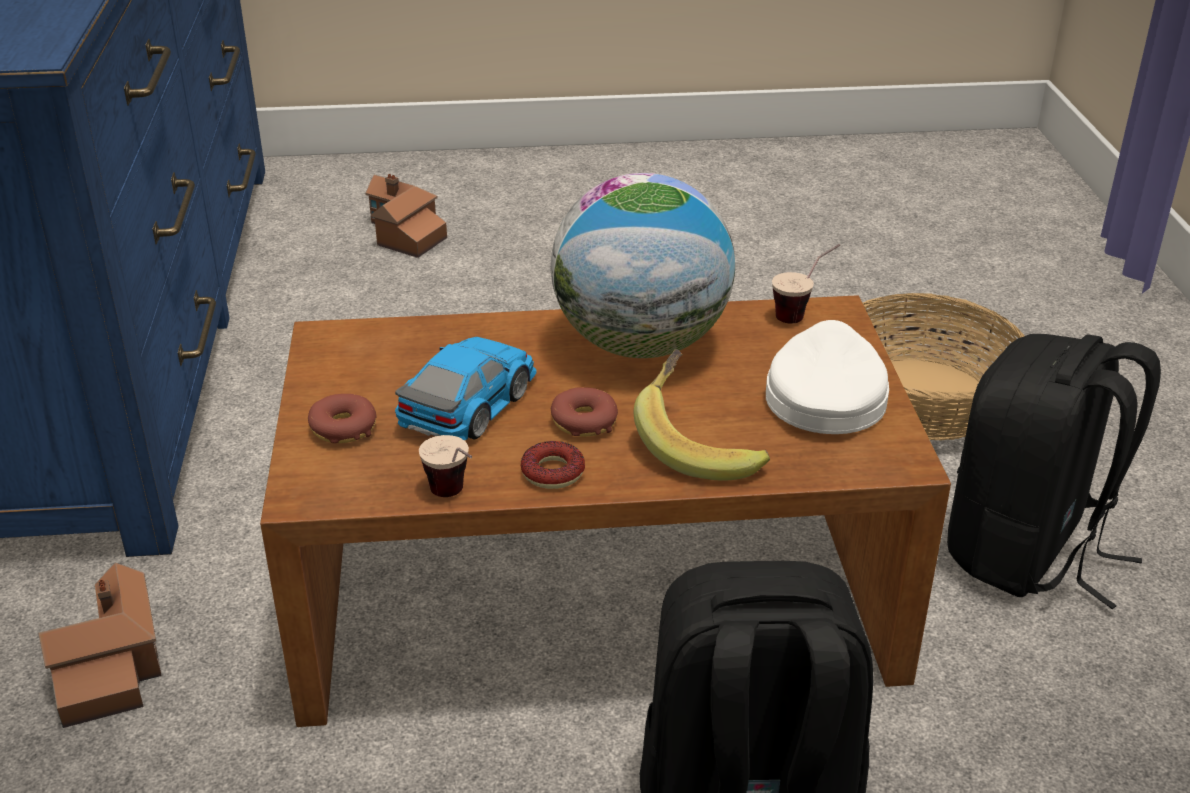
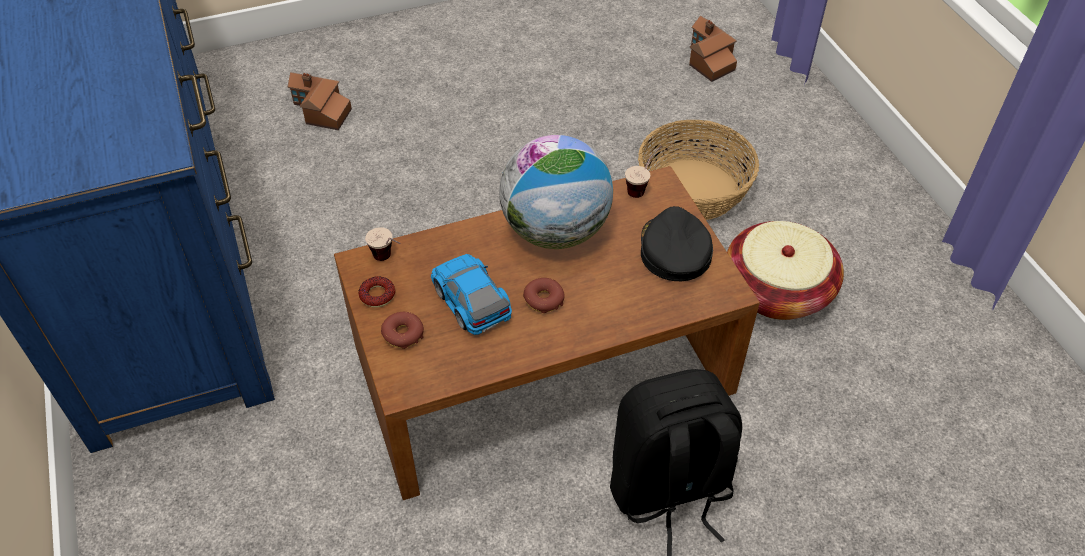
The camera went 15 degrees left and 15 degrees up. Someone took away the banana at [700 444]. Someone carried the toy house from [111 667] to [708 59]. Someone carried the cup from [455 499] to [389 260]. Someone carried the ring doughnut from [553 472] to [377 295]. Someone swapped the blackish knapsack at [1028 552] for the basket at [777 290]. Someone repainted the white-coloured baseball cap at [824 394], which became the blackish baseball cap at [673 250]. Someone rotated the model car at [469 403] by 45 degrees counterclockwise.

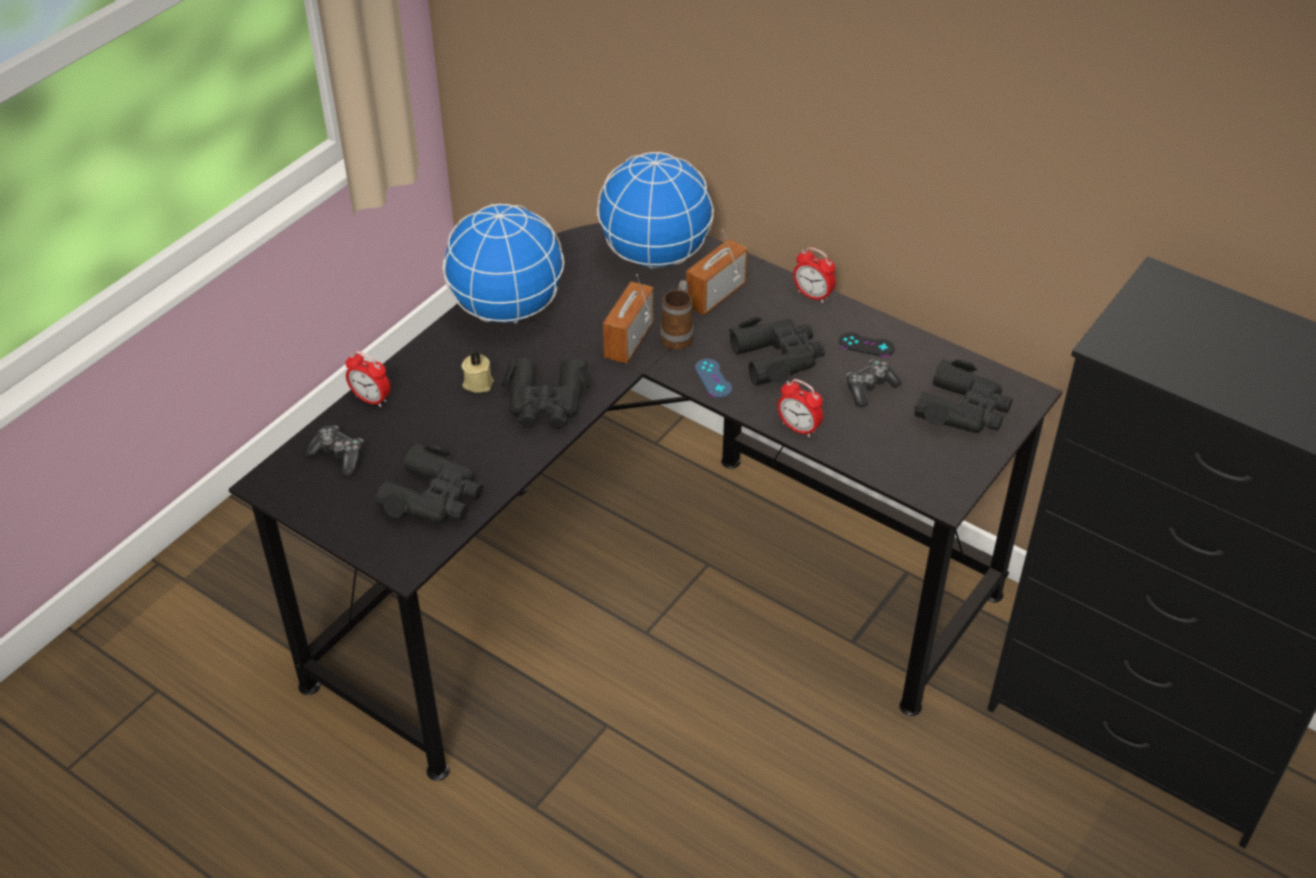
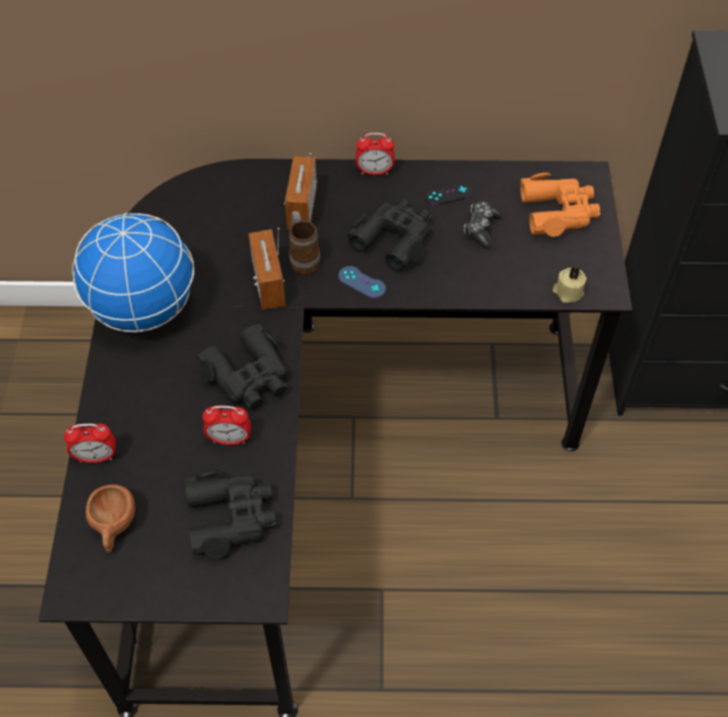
The camera went 35 degrees left and 10 degrees up. Someone took away the desk globe at [656 256]. Someone carried the beige wax candle from [477 382] to [567 292]. Someone carried the table clock from [798 428] to [229 439]. Someone swapped the joypad at [339 456] for the brown cup at [114 527]. Someone repainted the blackish field glasses at [963 409], which became the orangey field glasses at [558 211].

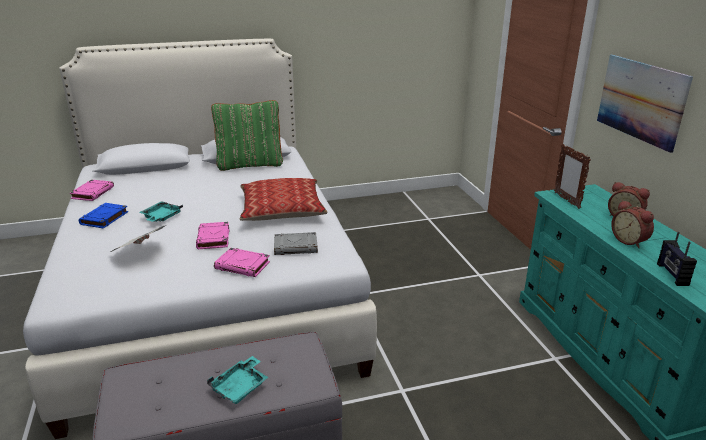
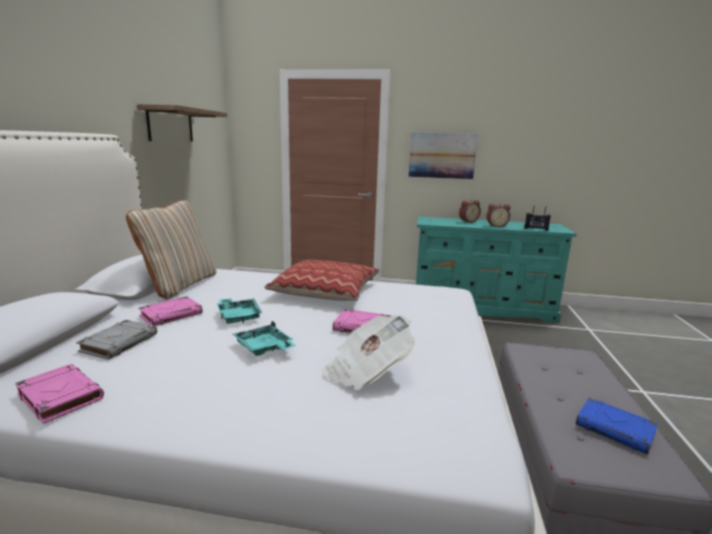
The camera went 65 degrees left and 10 degrees down. Someone took away the picture frame at [566 200]. Someone put up the wall shelf at [170 125]. Someone carried the blue bound book from [104 218] to [615 429]. Someone carried the turquoise-coloured tray from [240 387] to [238 316]. Someone carried the pinkish bound book from [243 266] to [171 315]. Someone carried the grey bound book from [296 247] to [119 343]. Someone repainted the green throw pillow at [250 164], which became the beige throw pillow at [179 285].

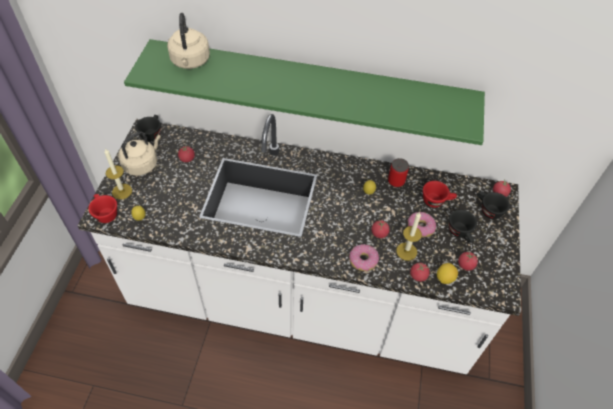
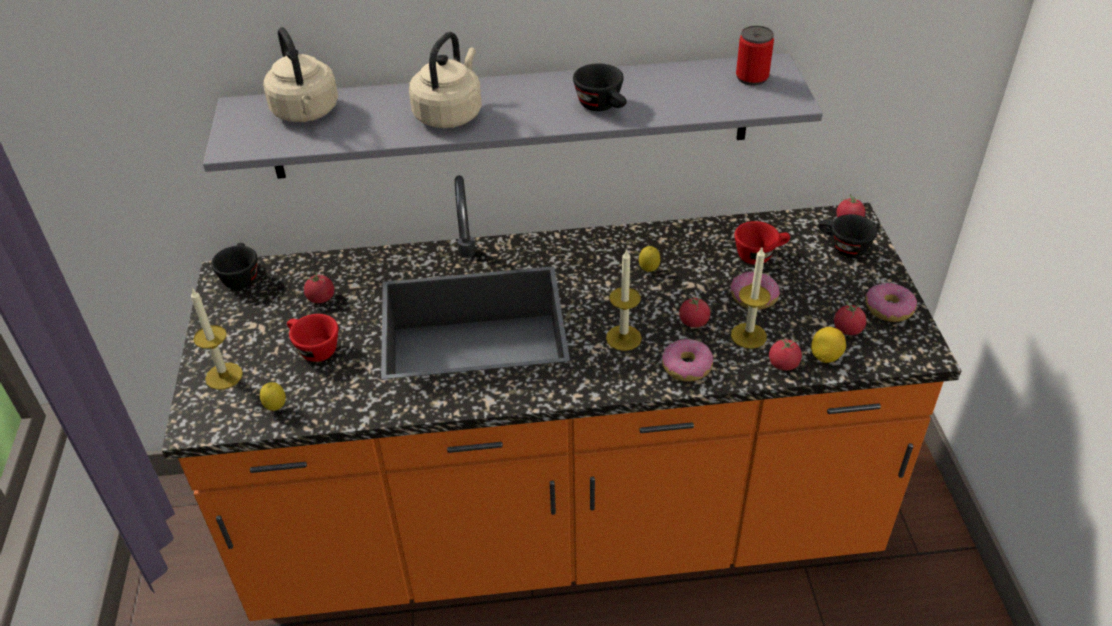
The camera went 15 degrees left and 10 degrees down. Someone put down the wax candle at [623 338]. Someone put down the ring doughnut at [889 309]. Someone carried the red cup from [105 213] to [313 349]. Someone carried the beige water kettle from [142 164] to [450 114]. Someone carried the sealed can from [396 181] to [752 78]. Someone carried the blackish cup from [461 233] to [603 107]. Someone repainted the white-coloured counter at [302 299], which became the orangey counter at [562 525]. Someone repainted the green wall shelf at [311 86], which became the grey wall shelf at [511 117].

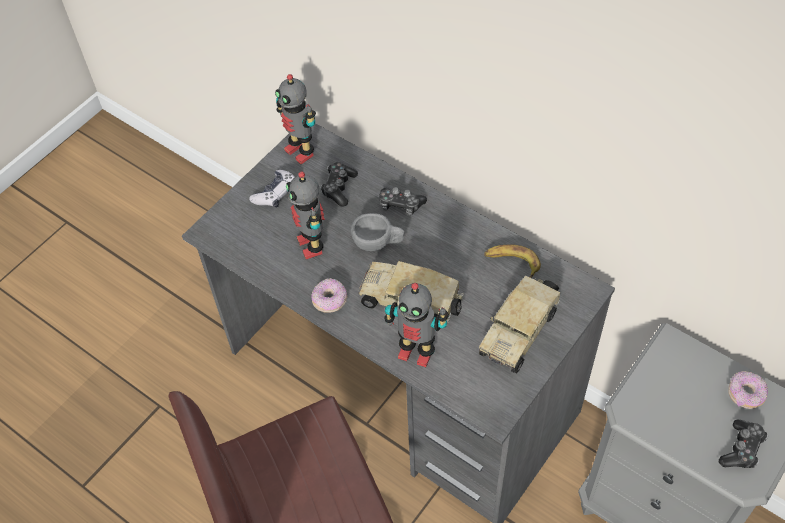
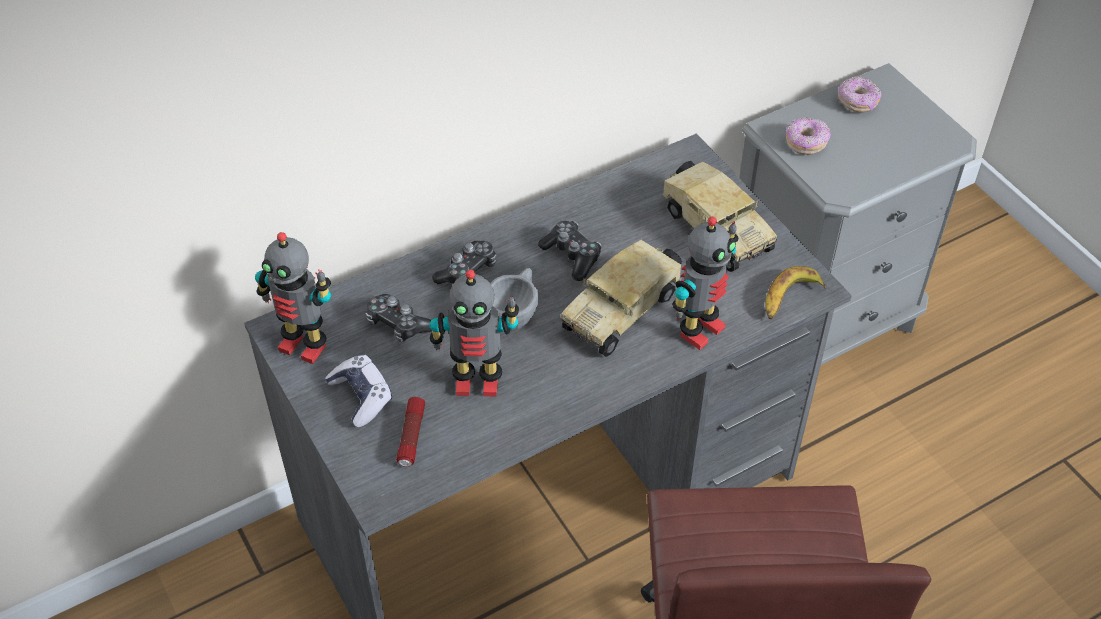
The camera went 70 degrees left and 5 degrees down. Someone put down the torch at [411 437]. Someone carried the ring doughnut from [330 300] to [806 143]. Someone carried the banana from [512 262] to [789 298]. Someone carried the joypad from [742 449] to [572 255]. Someone rotated the robot figure at [301 151] by 45 degrees clockwise.

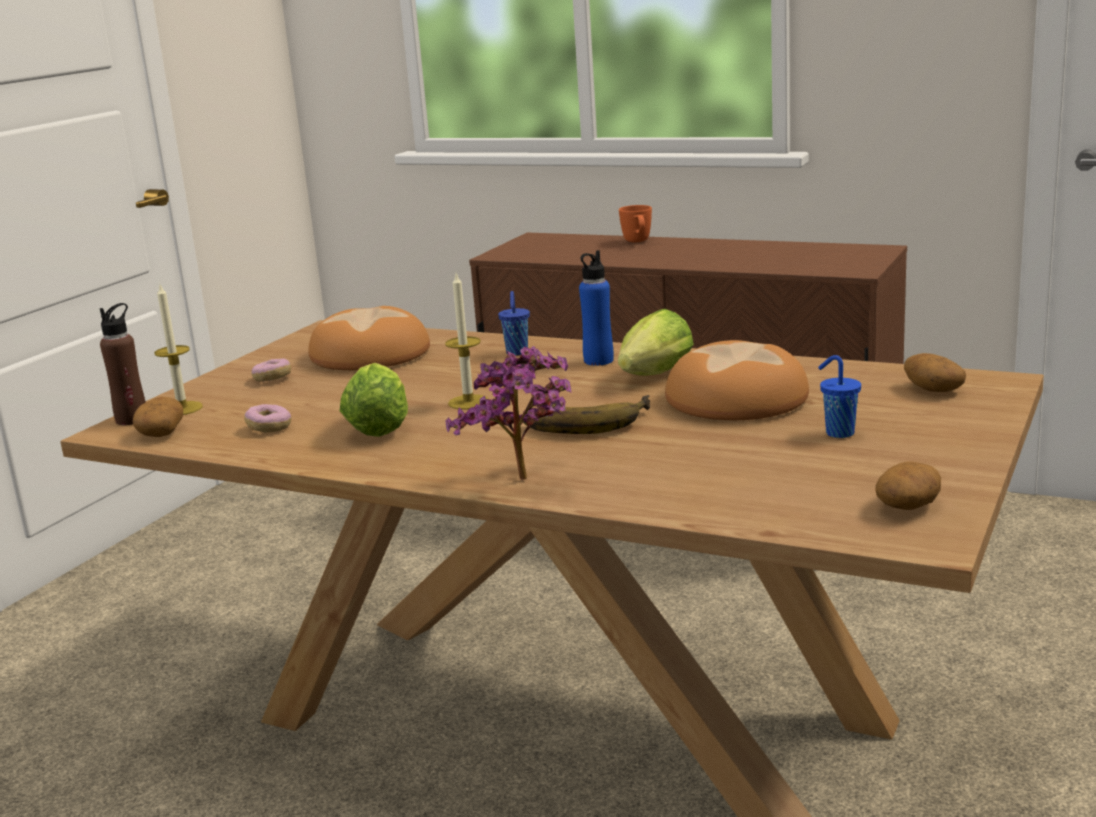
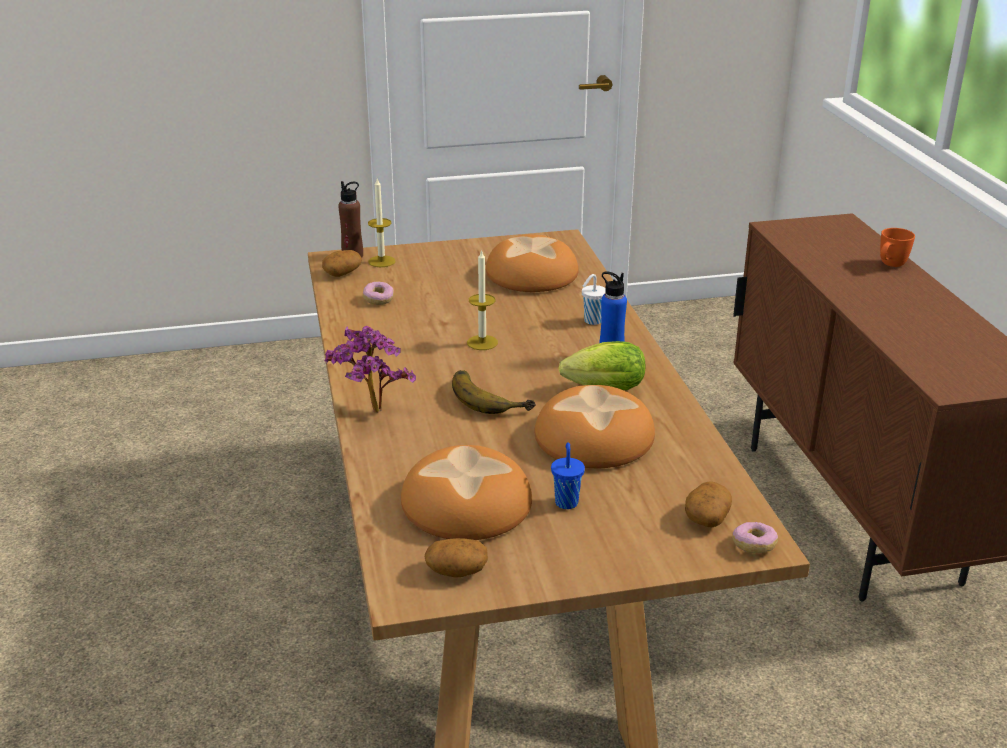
The camera went 50 degrees right and 10 degrees up. Someone took away the head of lettuce at [379 426]. Someone put down the bakery bread at [468 503]. Someone carried the ring doughnut from [272 379] to [754 545]. Someone repainted the blue cup at [517 353], which became the white-coloured cup at [592 321].

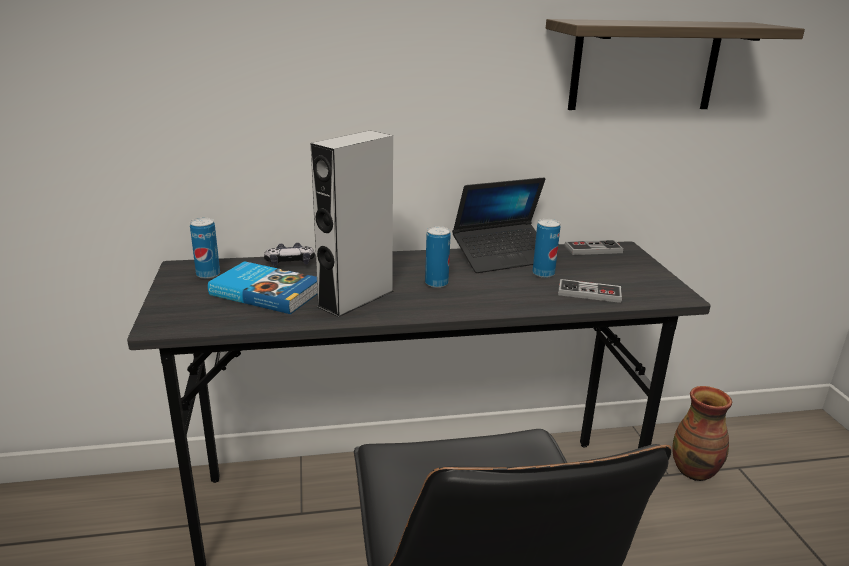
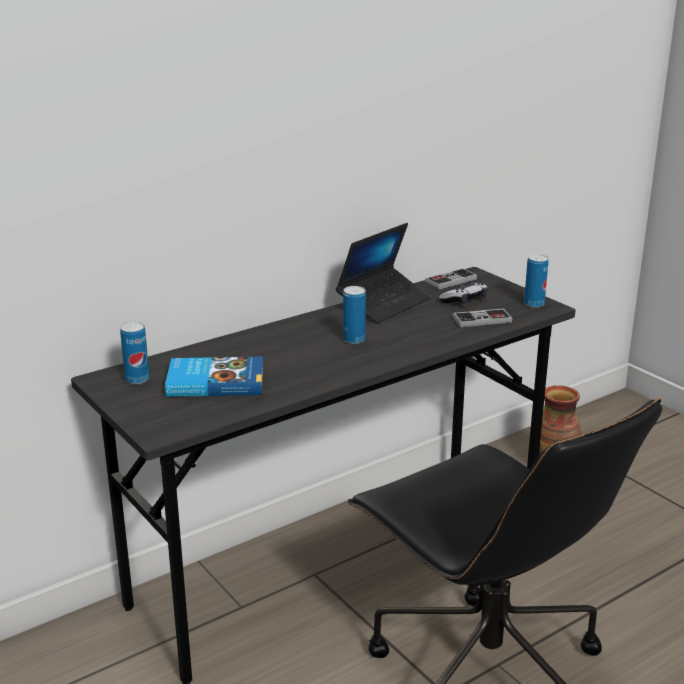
The camera went 25 degrees left and 0 degrees up. Someone took away the grey audio speaker at [356 299]. Someone took away the wall shelf at [644 66]. Someone carried the joypad from [290 263] to [464 300]. Someone carried the sealed can from [543 273] to [534 304].

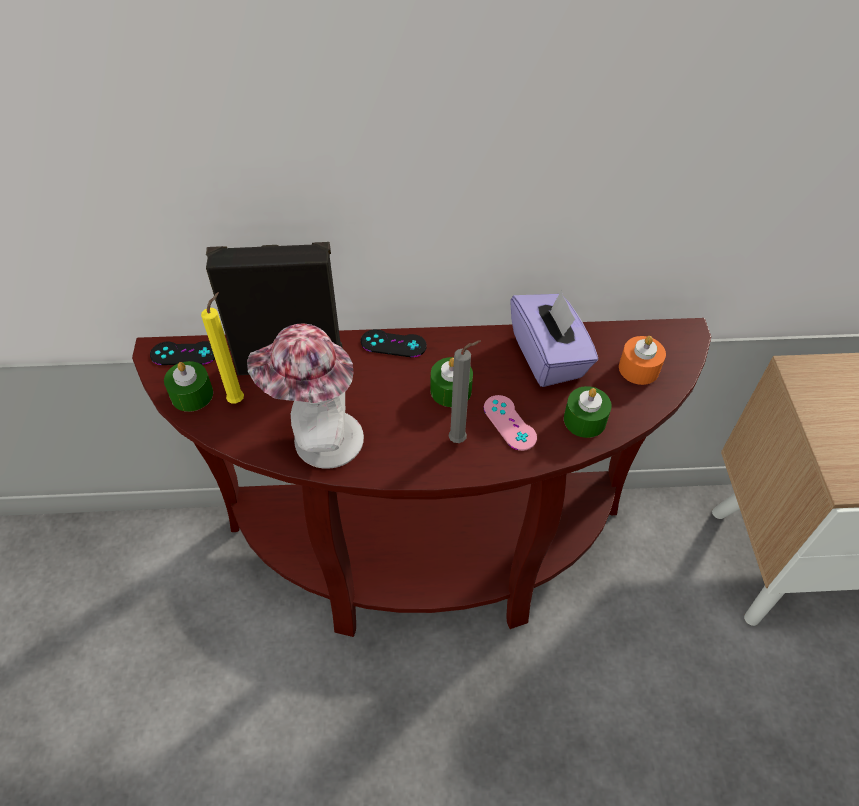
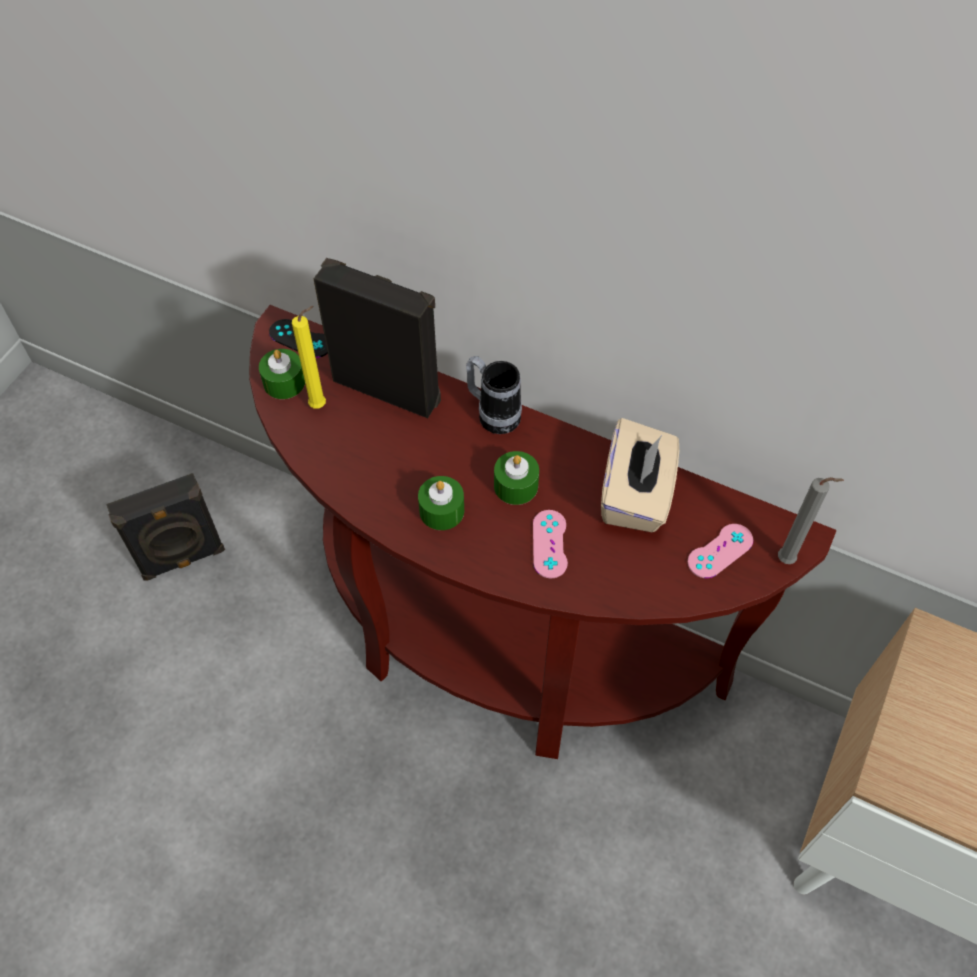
The camera went 30 degrees right and 5 degrees up. Someone took away the hat at [318 440]. Someone put down the blackish audio speaker at [183 559]. Someone carried the grey wax candle from [460 439] to [789 561]. Someone carried the green wax candle from [584 420] to [441 510]. Someone swapped the blackish joypad at [393 344] for the mug at [493 413]. Someone swapped the orangey wax candle at [639 368] for the pinkish joypad at [720 551]. Someone repainted the purple-coloured tissue holder at [548 356], which became the beige tissue holder at [636 495].

